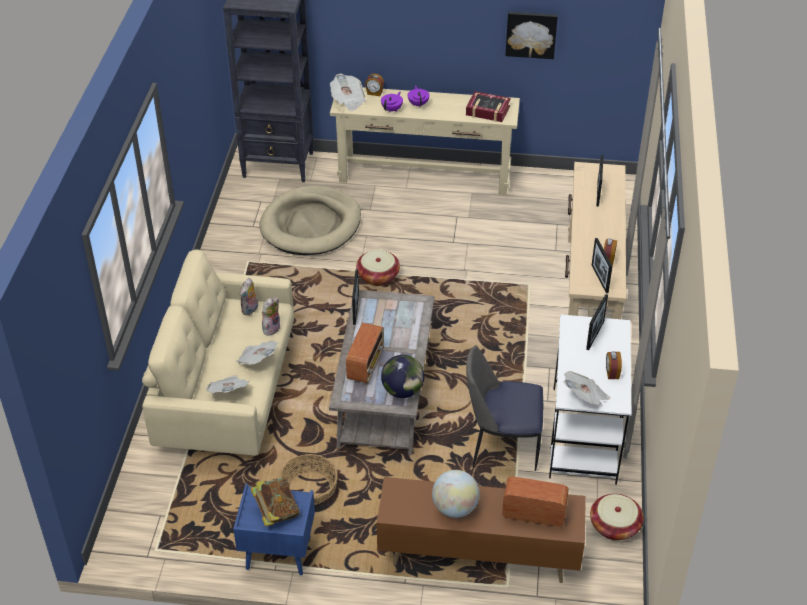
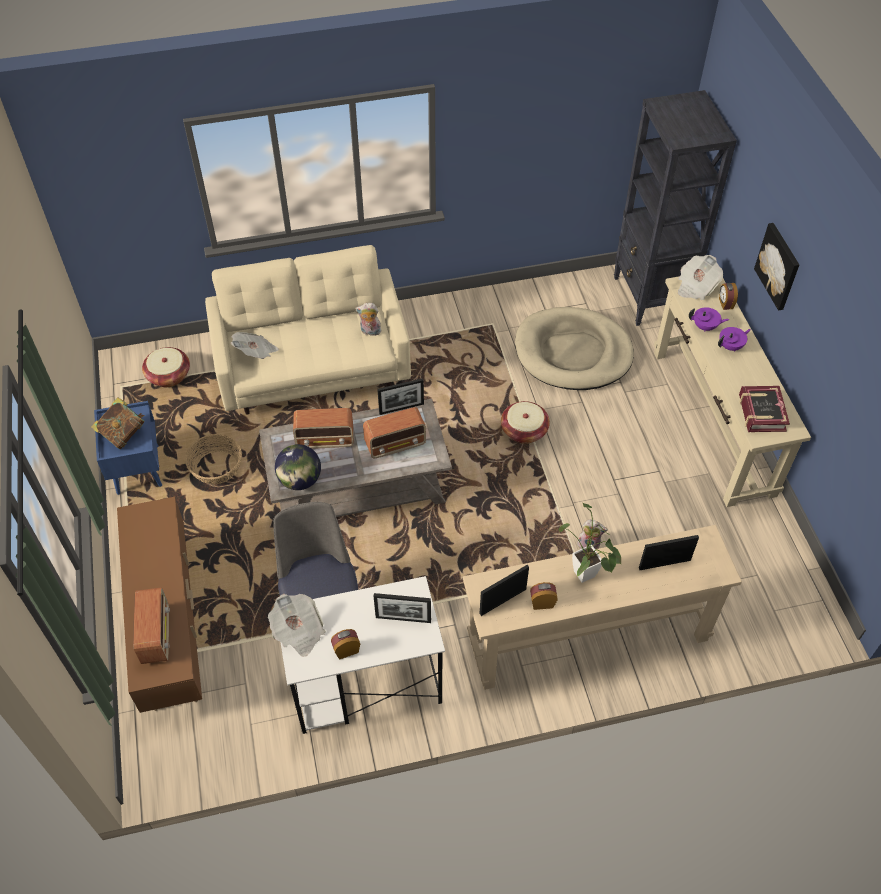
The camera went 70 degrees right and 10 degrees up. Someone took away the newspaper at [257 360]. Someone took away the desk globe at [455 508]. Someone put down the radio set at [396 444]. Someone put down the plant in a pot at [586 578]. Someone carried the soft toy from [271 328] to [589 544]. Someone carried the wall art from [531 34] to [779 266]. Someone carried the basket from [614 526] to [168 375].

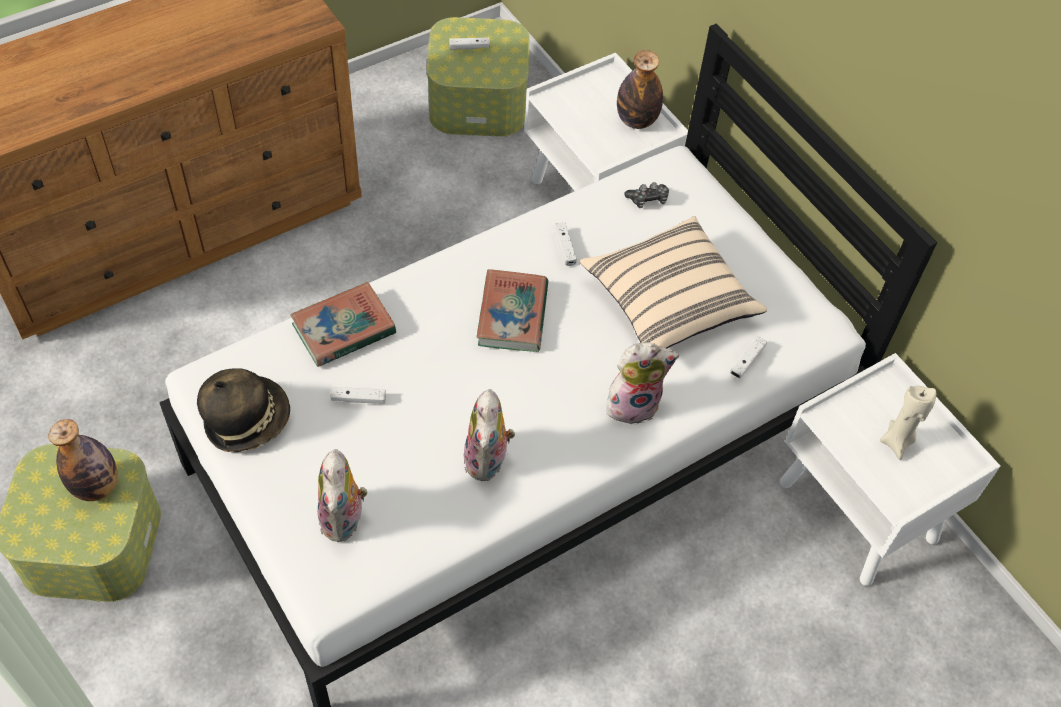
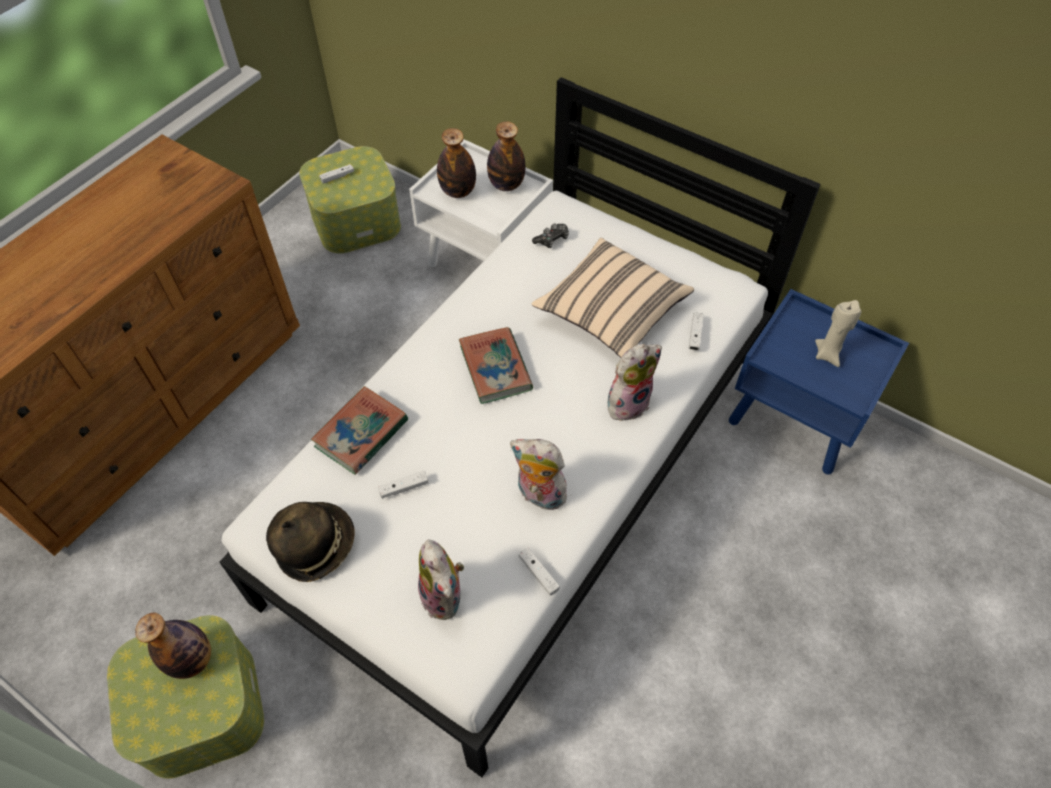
The camera went 20 degrees left and 0 degrees up. Someone put down the drink bottle at [458 191]. Someone carried the white-coloured joypad from [564 247] to [539 574]. Someone repainted the white-coloured night table at [859 512], which became the blue night table at [795 421]. Someone rotated the soft toy at [488 461] by 135 degrees clockwise.

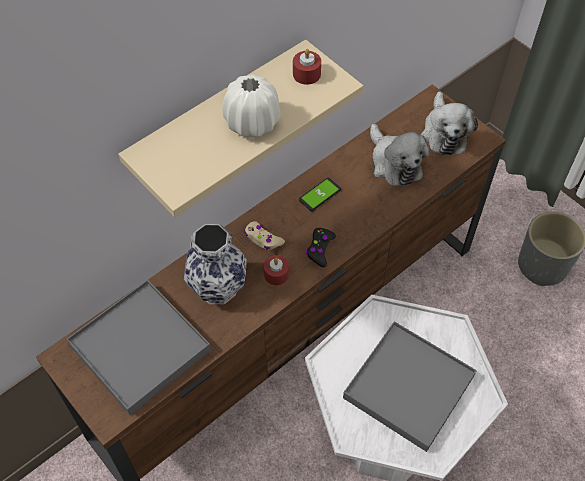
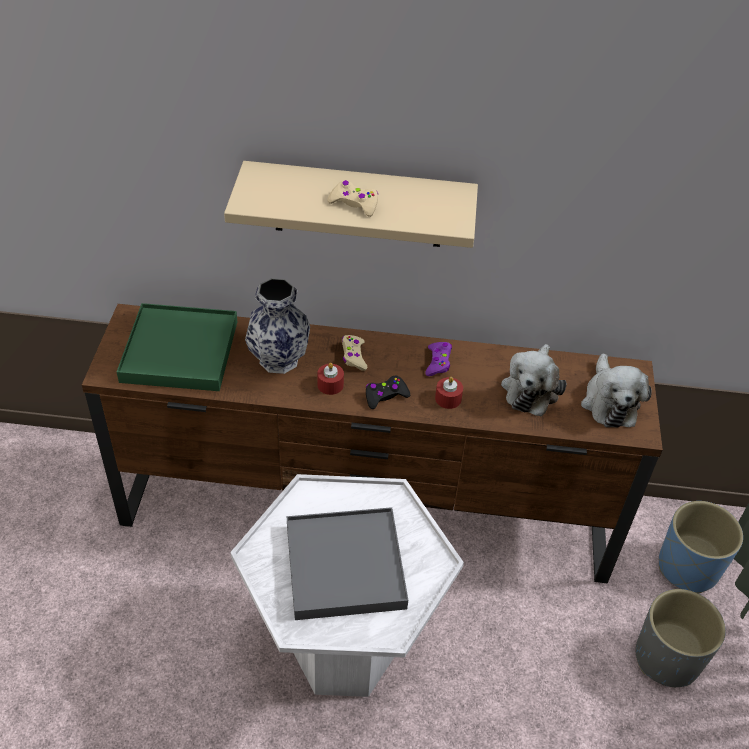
The camera went 45 degrees right and 10 degrees down. Someone put down the blue flower pot at [687 567]. Someone carried the red wax candle from [306 74] to [448 398]. Someone swapped the white-coloured vase at [252 123] for the beige joypad at [354 203]. Someone swapped the telephone at [319 195] for the purple-coloured joypad at [438 362]. Someone repainted the grey tray at [140 348], which became the green tray at [179 351]. Someone rotated the soft toy at [444 133] by 45 degrees counterclockwise.

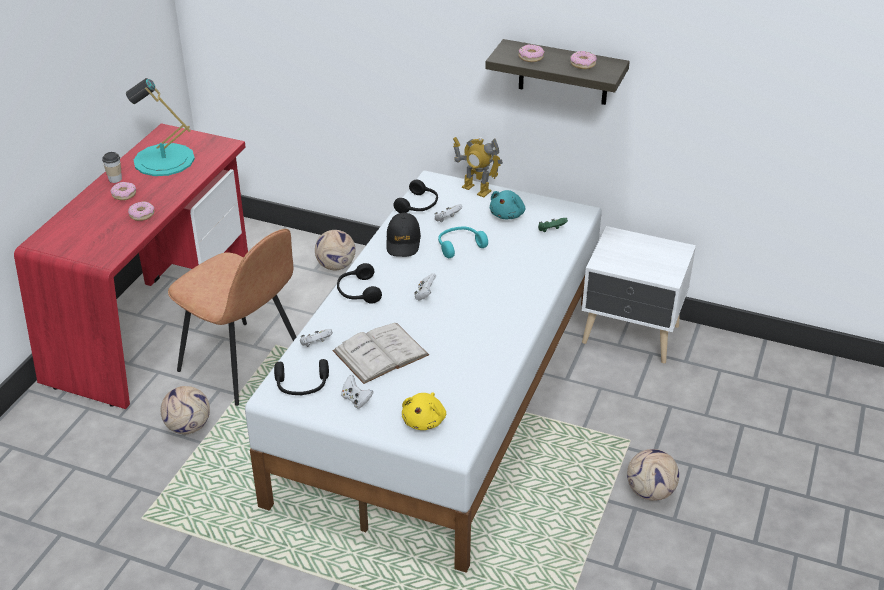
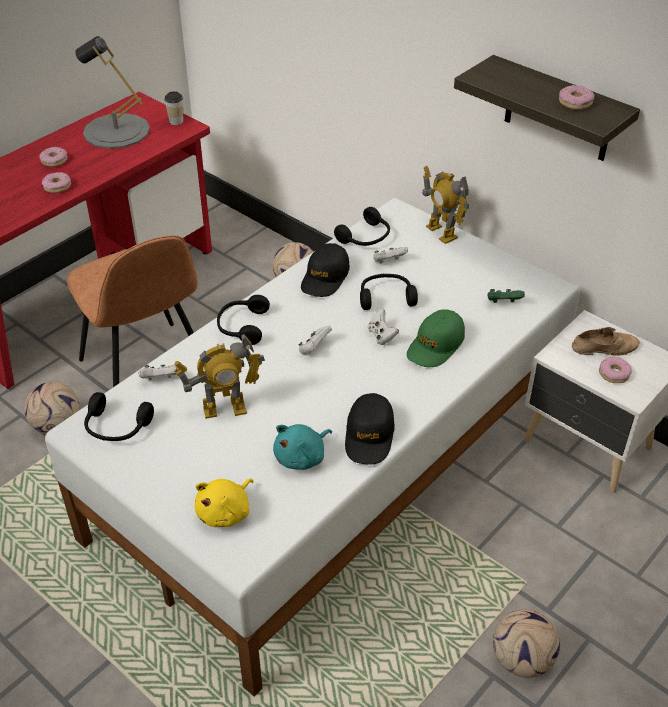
The camera went 20 degrees right and 5 degrees up. Someone put down the blackish baseball cap at [369 435]. Someone put down the green baseball cap at [435 345]. Someone put down the beige shoe at [604 347]. Someone carried the cup from [115 179] to [176 121]. Someone carried the white-coloured joypad from [356 400] to [381 336]. Someone carried the turquoise-coloured soft toy from [508 214] to [302 457]. Someone carried the ring doughnut from [531 57] to [613 374]. Someone swapped the white-coloured bound book at [380 353] for the robot figure at [224 409]. Someone repainted the turquoise-coloured table lamp at [164 160], which became the grey table lamp at [116 131]. Someone repainted the turquoise-coloured headphones at [459 246], which became the blackish headphones at [386 297].

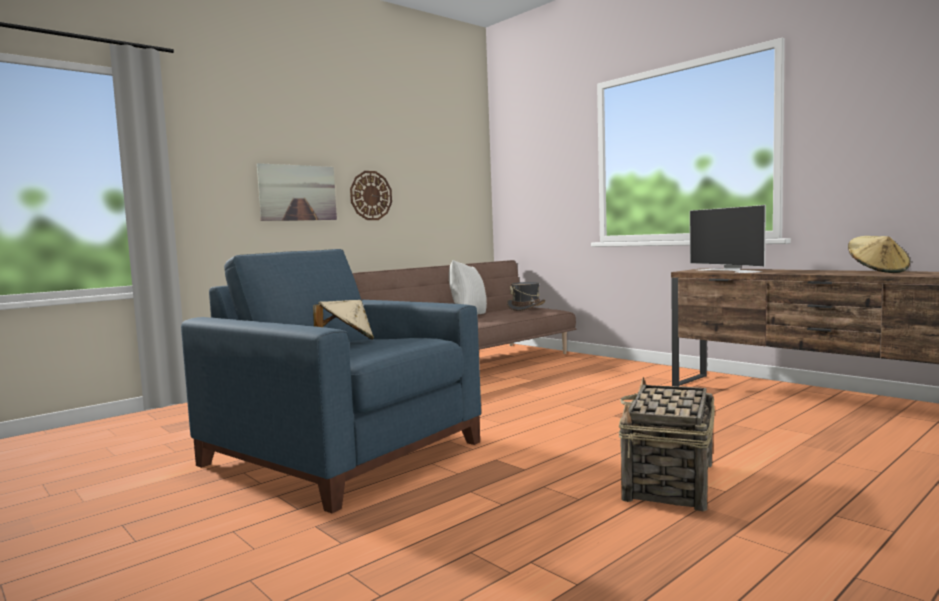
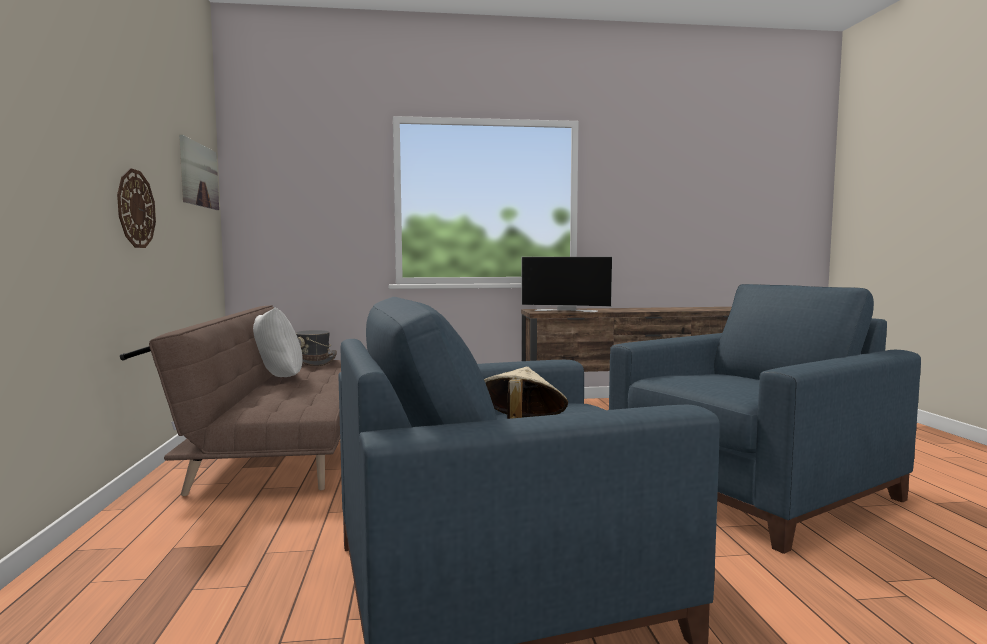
The camera went 55 degrees left and 0 degrees up. Someone took away the beige hat at [877 271]. Someone carried the wall art from [297 193] to [199 175]. Someone swapped the basket at [669 482] for the blue lounge chair at [749 489].

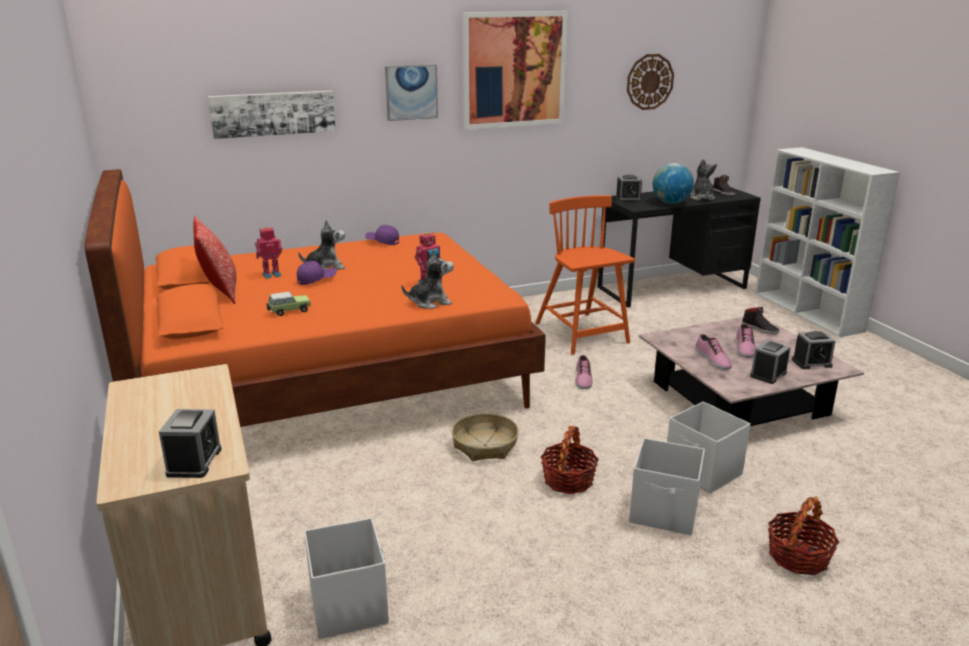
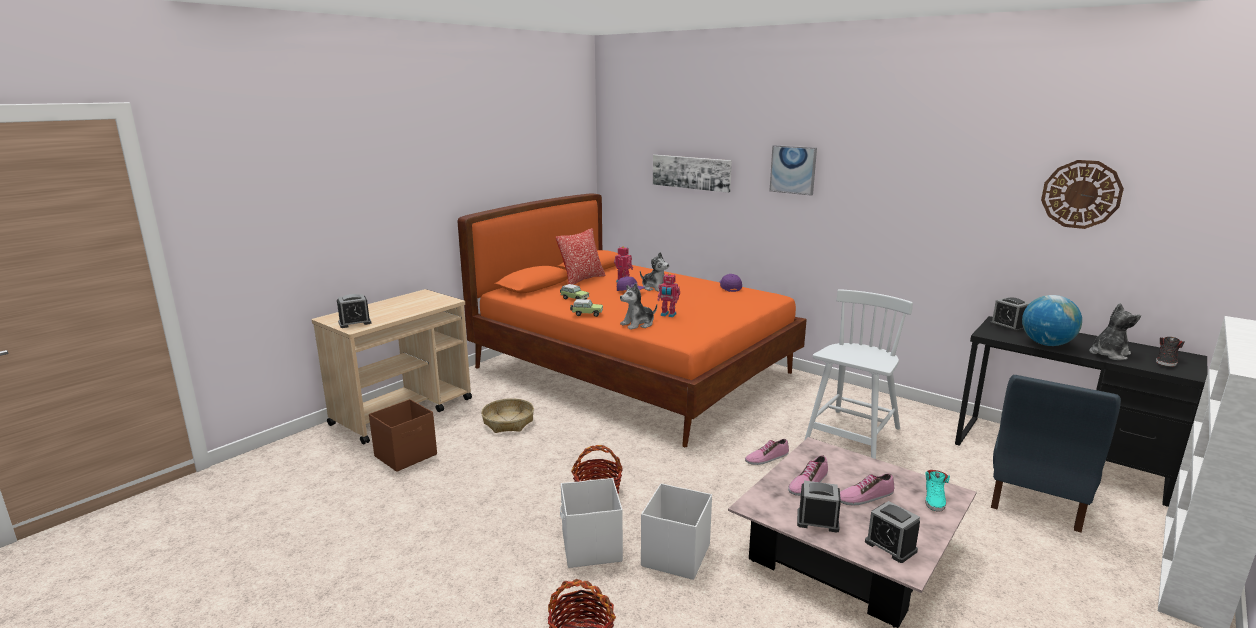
The camera went 60 degrees right and 5 degrees down. Someone took away the wall art at [514 70]. Someone put down the model car at [586 314]. Someone put down the blue plain chair at [1036 498]. Someone carried the basket from [485 445] to [508 422]. Someone repainted the white-coloured storage bin at [349 605], which became the brown storage bin at [407 455]. Someone repainted the orangey plain chair at [582 334], which became the white-coloured plain chair at [852 436]. Someone repainted the blackish shoe at [760 328], which became the turquoise-coloured shoe at [934 499]. Someone rotated the soft toy at [430 302] by 105 degrees clockwise.

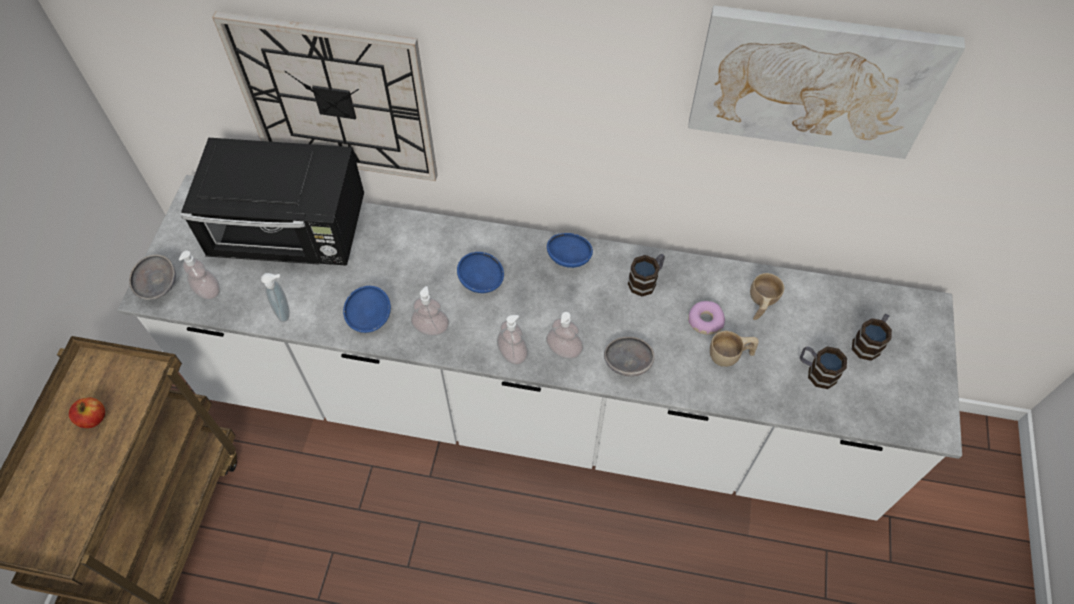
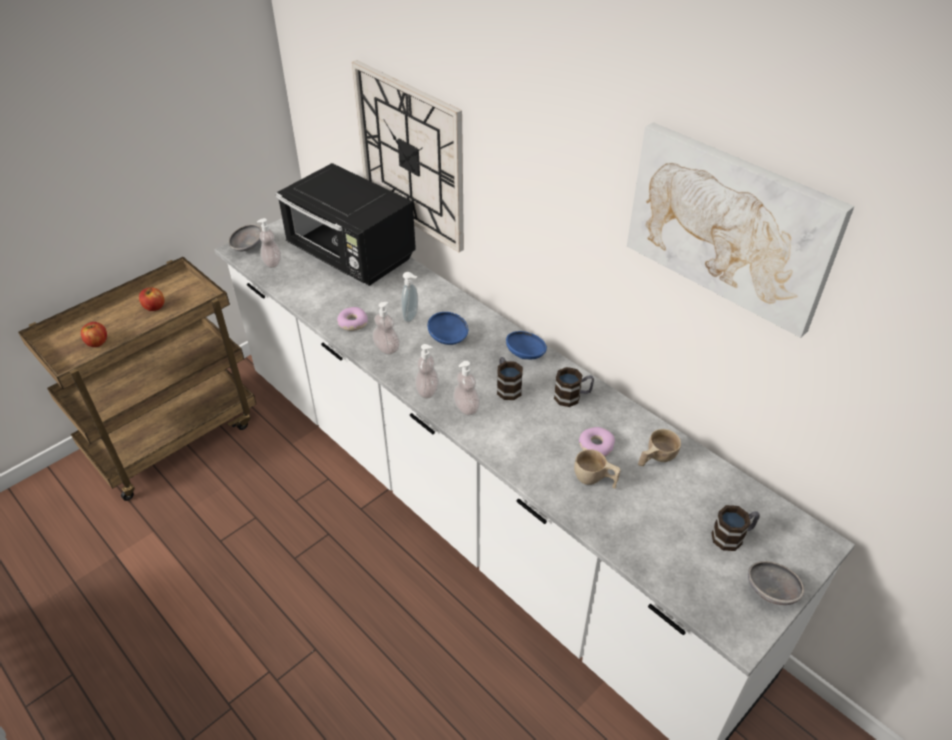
The camera went 35 degrees right and 15 degrees down. Someone put down the apple at [97 342]. Someone carried the soap dispenser from [285 311] to [412 317]. Someone carried the grey serving bowl from [627 362] to [771 591]. Someone carried the mug from [816 372] to [507 387]. Someone swapped the blue serving bowl at [369 318] for the ring doughnut at [352 323].

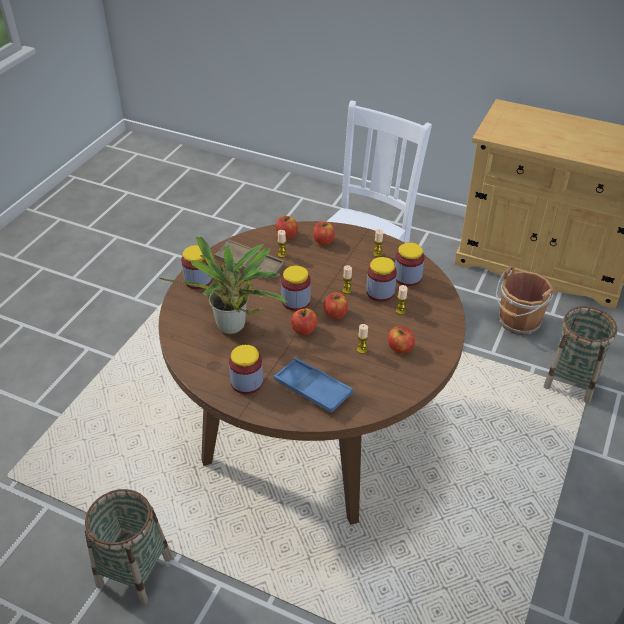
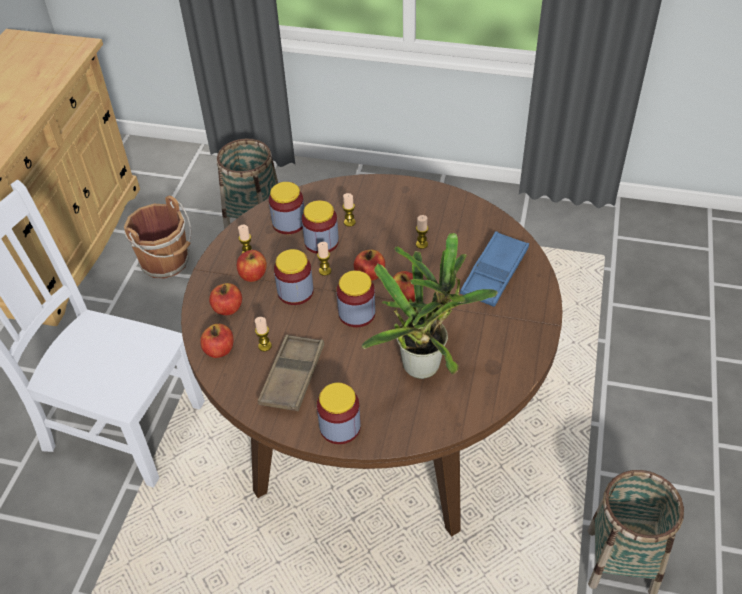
The camera went 100 degrees left and 5 degrees up. Someone carried the storage jar from [247 382] to [295 292]. Someone carried the apple from [400 348] to [253 275].

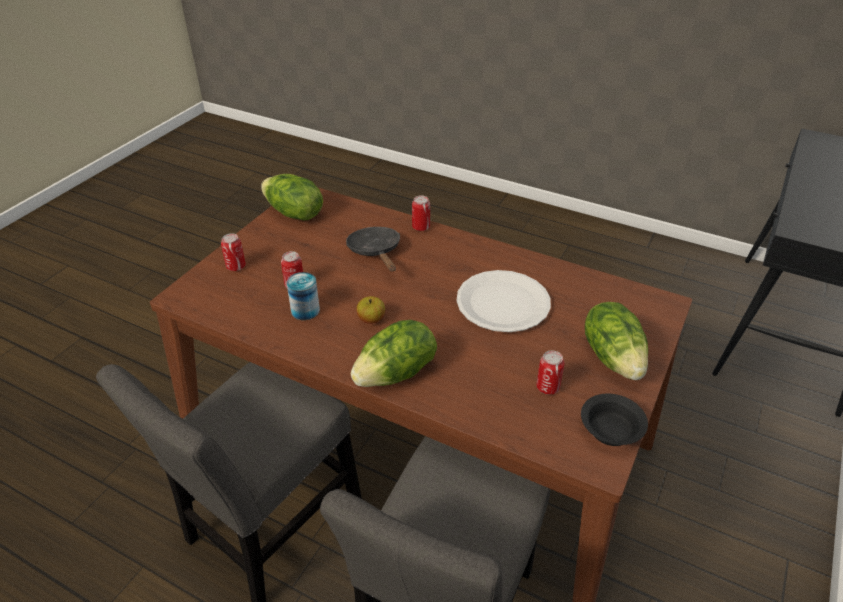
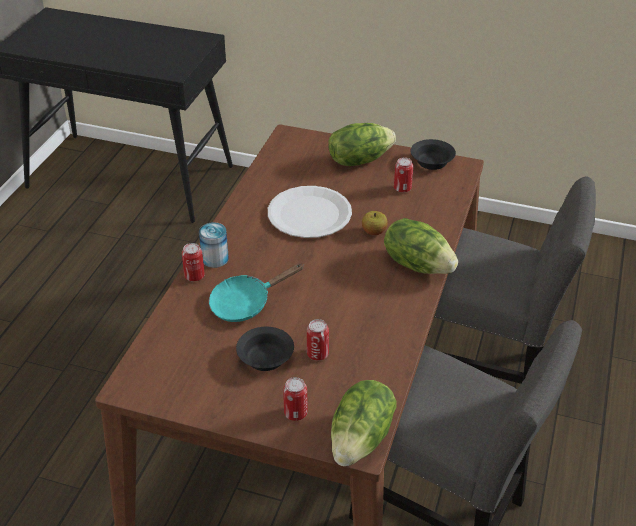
The camera went 100 degrees left and 0 degrees up. Someone put down the blackish serving bowl at [267 358]. Someone carried the head of lettuce from [294 213] to [362 439]. Someone carried the sealed can from [305 310] to [215 259]. Someone carried the apple from [371 319] to [374 232]. Someone repainted the blackish pan at [375 251], which became the turquoise-coloured pan at [246 303].

